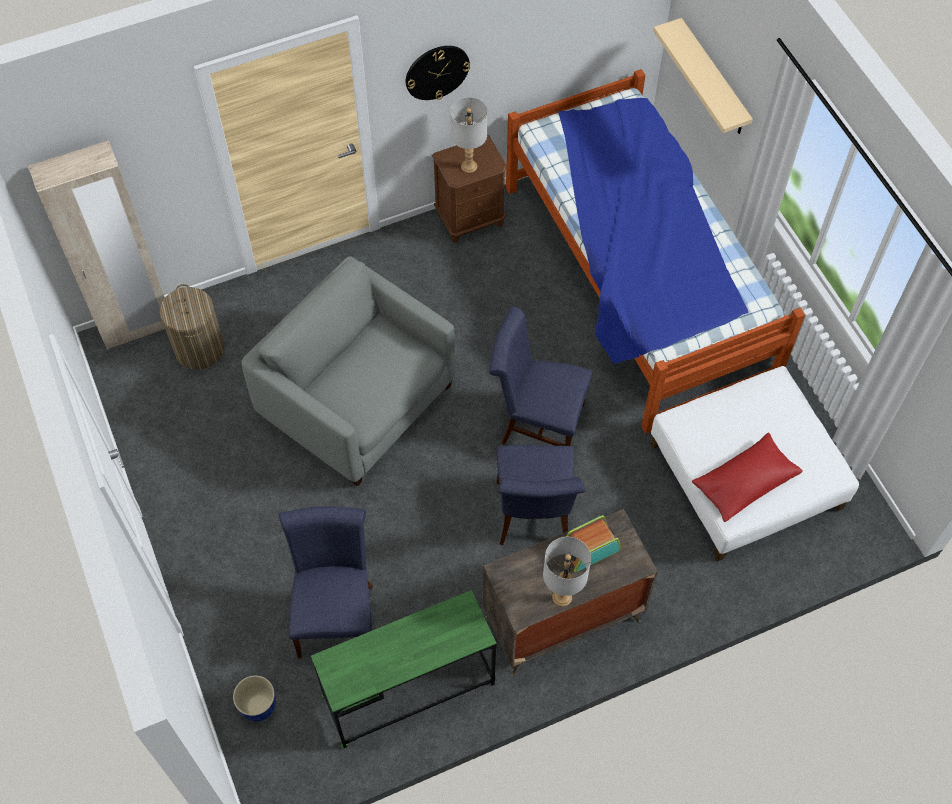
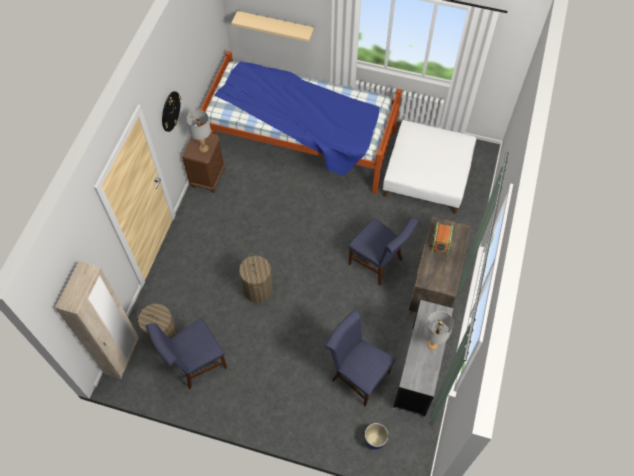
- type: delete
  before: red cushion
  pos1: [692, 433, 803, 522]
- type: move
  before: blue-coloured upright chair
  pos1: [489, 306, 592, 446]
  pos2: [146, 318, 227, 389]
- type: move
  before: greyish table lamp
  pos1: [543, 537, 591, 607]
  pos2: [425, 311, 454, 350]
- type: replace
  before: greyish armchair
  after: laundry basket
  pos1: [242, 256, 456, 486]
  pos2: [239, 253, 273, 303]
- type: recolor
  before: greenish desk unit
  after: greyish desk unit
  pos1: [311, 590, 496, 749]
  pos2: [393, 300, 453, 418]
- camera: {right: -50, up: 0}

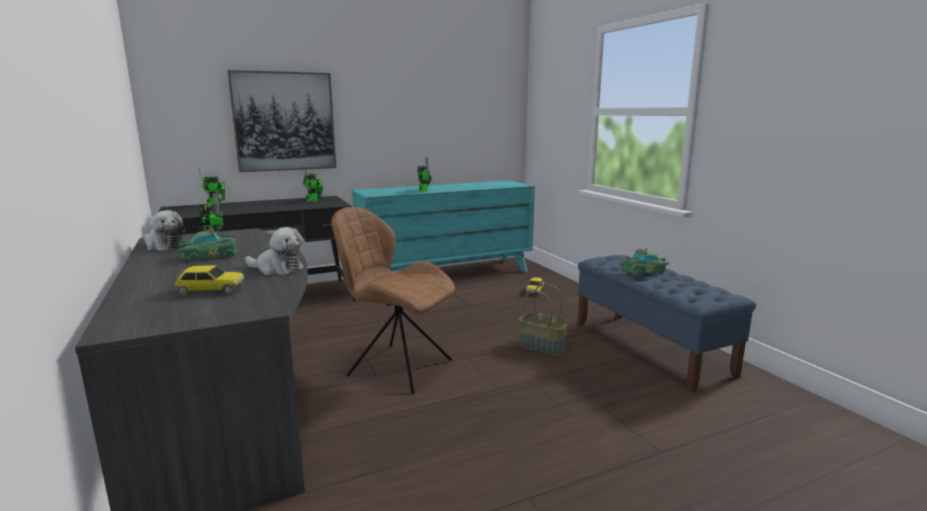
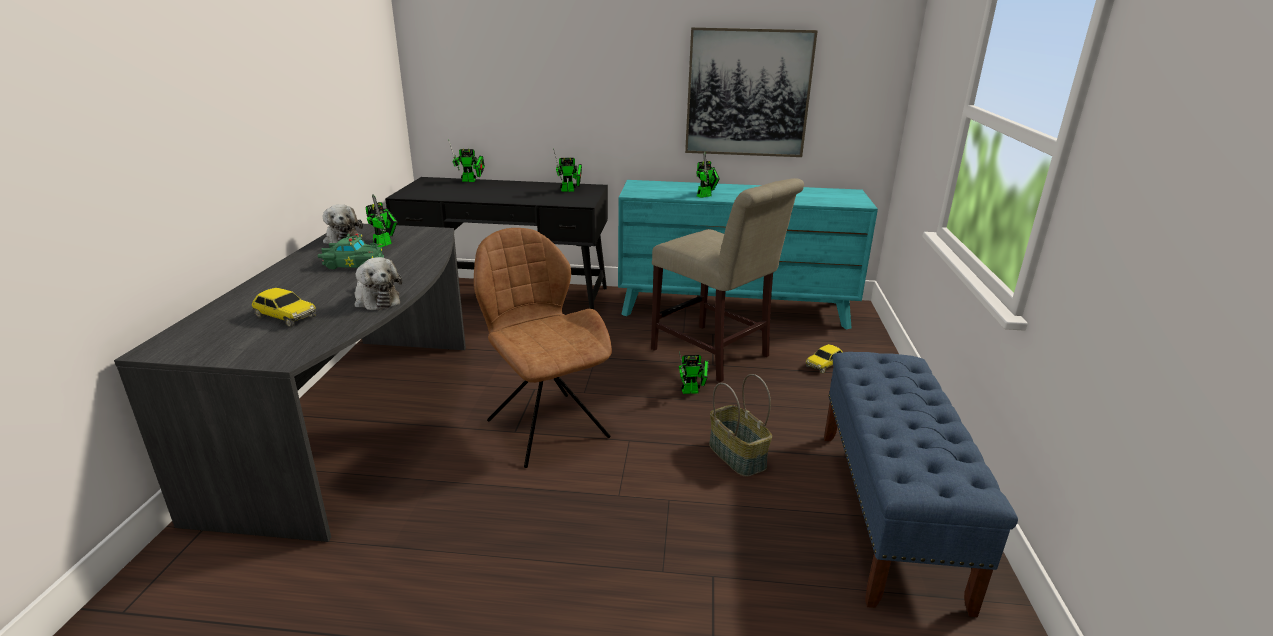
- type: delete
  before: greenish toy car
  pos1: [621, 248, 669, 276]
- type: insert
  after: sand-coloured upright chair
  pos2: [651, 178, 804, 382]
- type: insert
  after: model robot
  pos2: [679, 351, 709, 394]
- type: move
  before: wall art
  pos1: [227, 70, 336, 172]
  pos2: [685, 27, 818, 157]
- camera: {right: 30, up: 10}

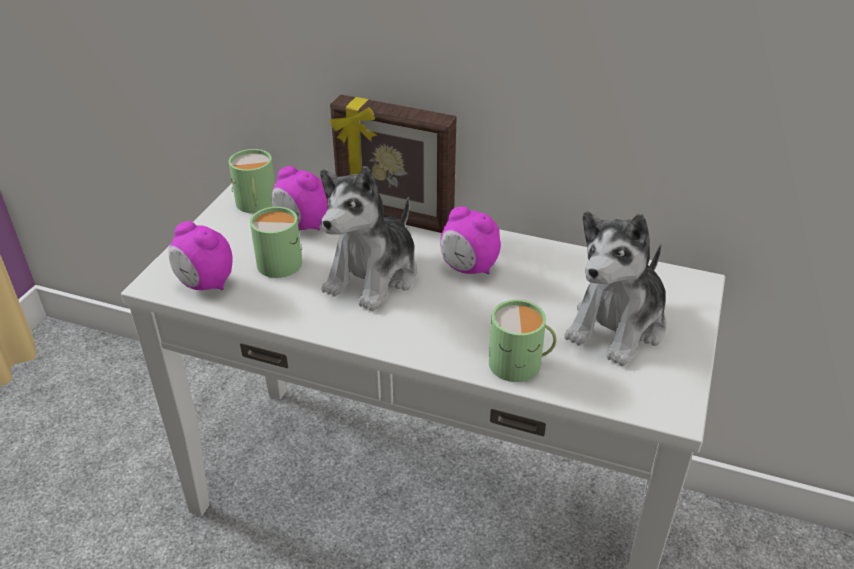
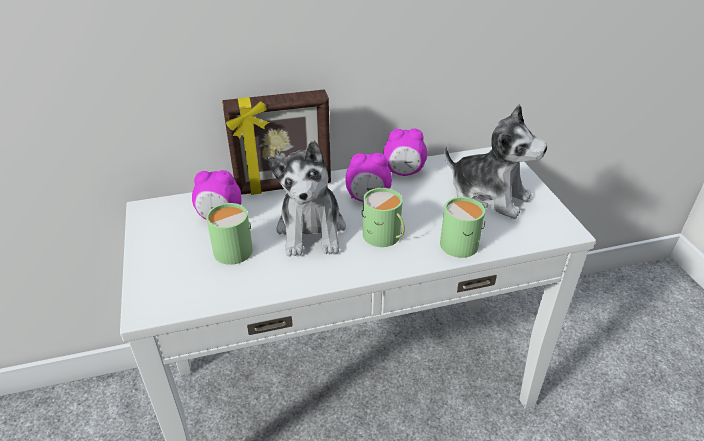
- type: move
  before: table clock
  pos1: [169, 221, 233, 290]
  pos2: [383, 128, 427, 176]
- type: move
  before: greenish tea mug
  pos1: [229, 149, 275, 213]
  pos2: [362, 188, 405, 247]
- type: rotate
  before: cuddly toy
  pos1: [564, 211, 667, 366]
  pos2: [444, 104, 547, 219]
  turn: -60
- camera: {right: -35, up: 0}

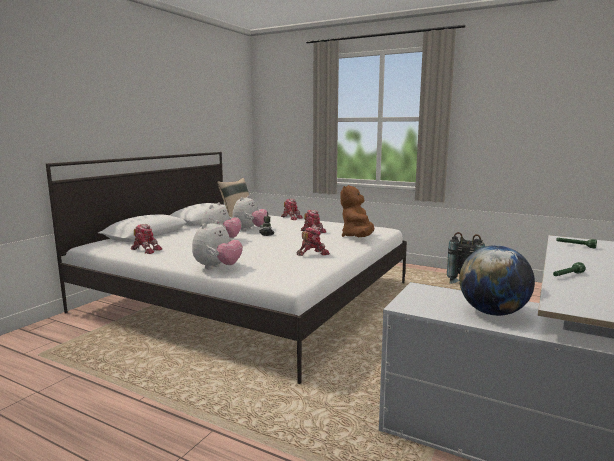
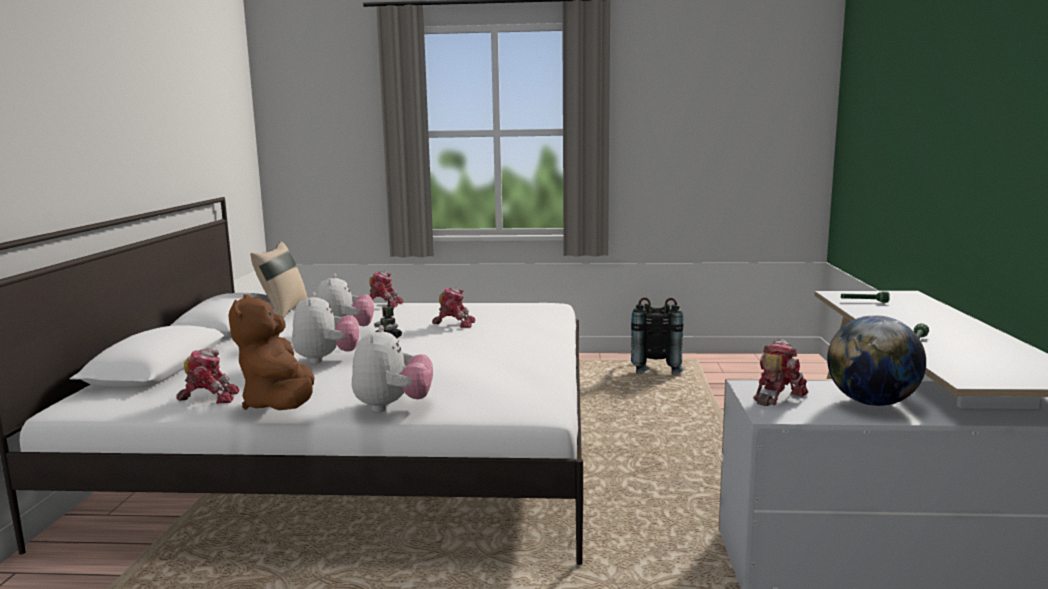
- type: move
  before: model robot
  pos1: [297, 226, 330, 256]
  pos2: [754, 339, 808, 406]
- type: move
  before: brown-coloured cuddly toy
  pos1: [340, 185, 375, 237]
  pos2: [228, 294, 315, 410]
- camera: {right: -25, up: 0}

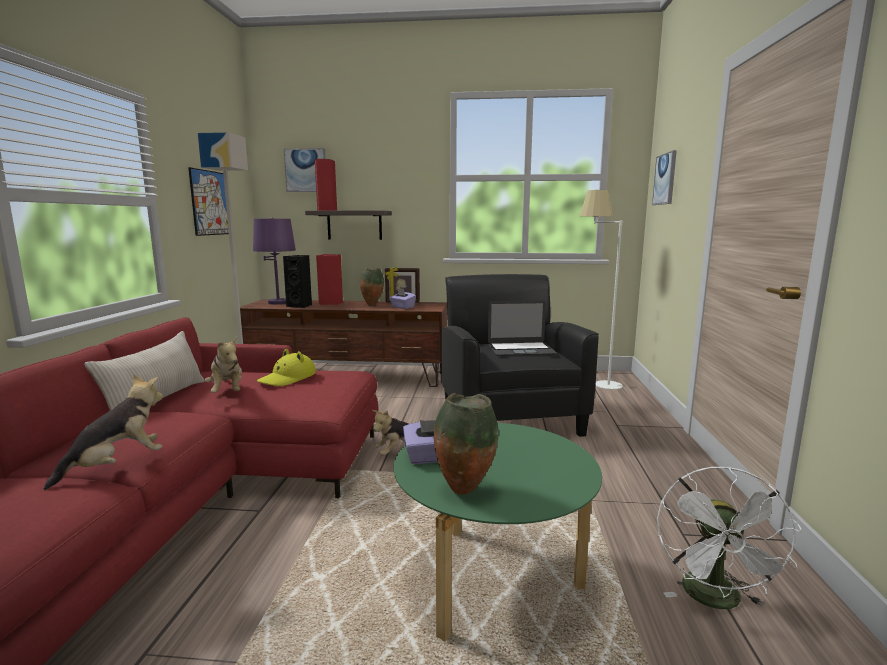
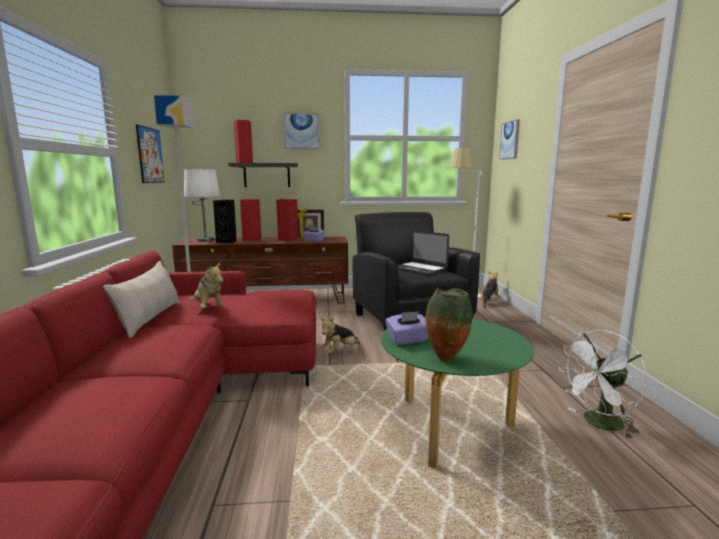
- type: delete
  before: yellowish clothing hat
  pos1: [257, 349, 316, 386]
- type: move
  before: cuddly toy
  pos1: [44, 374, 163, 490]
  pos2: [481, 271, 500, 308]
- type: move
  before: wall art
  pos1: [284, 148, 326, 192]
  pos2: [284, 113, 319, 149]
- type: replace
  before: decorative vase
  after: red audio speaker
  pos1: [360, 268, 384, 305]
  pos2: [276, 199, 298, 242]
- type: recolor
  before: purple table lamp
  after: white table lamp
  pos1: [253, 217, 296, 304]
  pos2: [184, 168, 220, 242]
- type: rotate
  before: notebook computer
  pos1: [488, 300, 557, 356]
  pos2: [398, 230, 449, 274]
  turn: 60
- type: rotate
  before: white cooling fan
  pos1: [657, 466, 802, 609]
  pos2: [558, 330, 647, 440]
  turn: 60
- camera: {right: -10, up: 0}

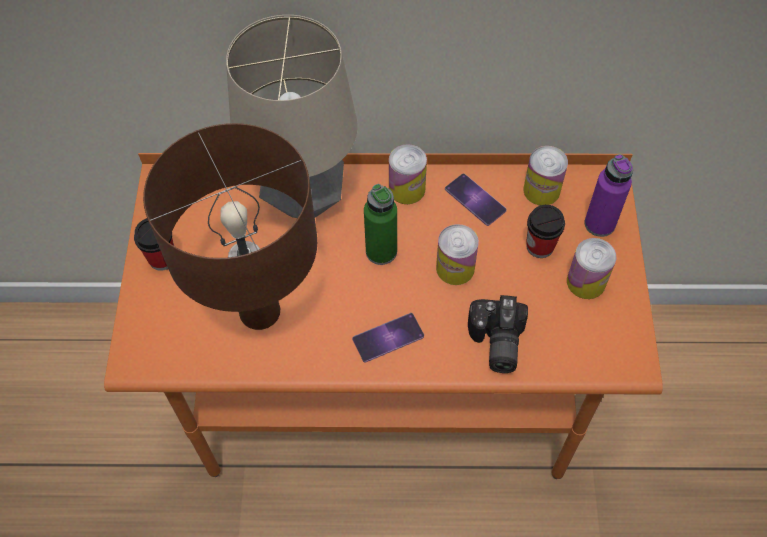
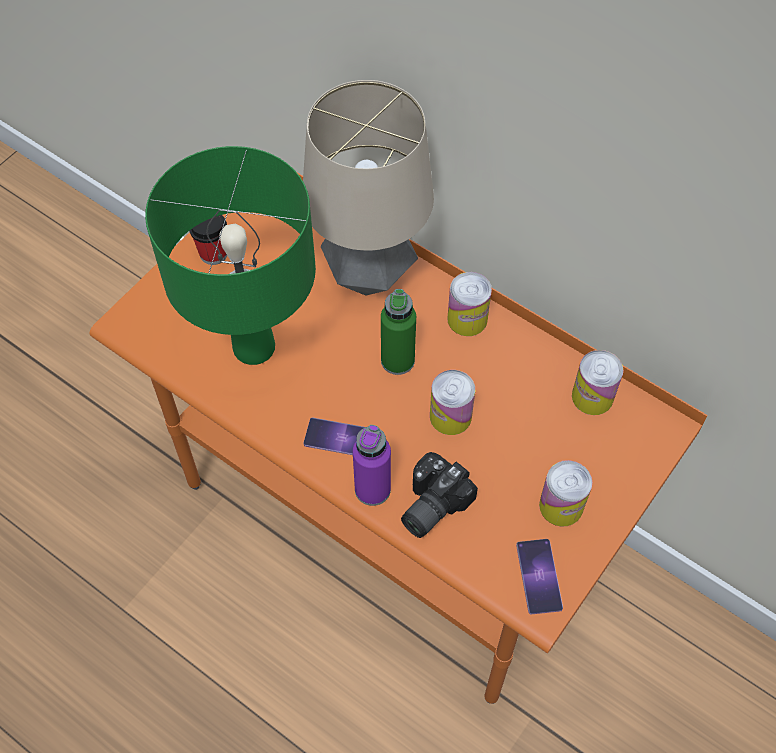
- type: delete
  before: small cup
  pos1: [526, 205, 565, 258]
- type: move
  before: phone
  pos1: [445, 174, 507, 226]
  pos2: [516, 539, 563, 615]
- type: move
  before: purple bottle
  pos1: [584, 154, 633, 237]
  pos2: [353, 425, 391, 506]
- type: recolor
  before: brown-coloured table lamp
  after: greenish table lamp
  pos1: [143, 123, 317, 330]
  pos2: [145, 146, 316, 365]
- camera: {right: 35, up: 0}

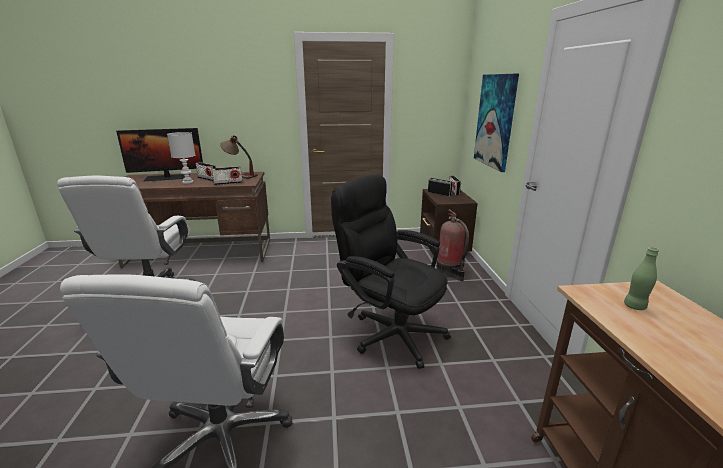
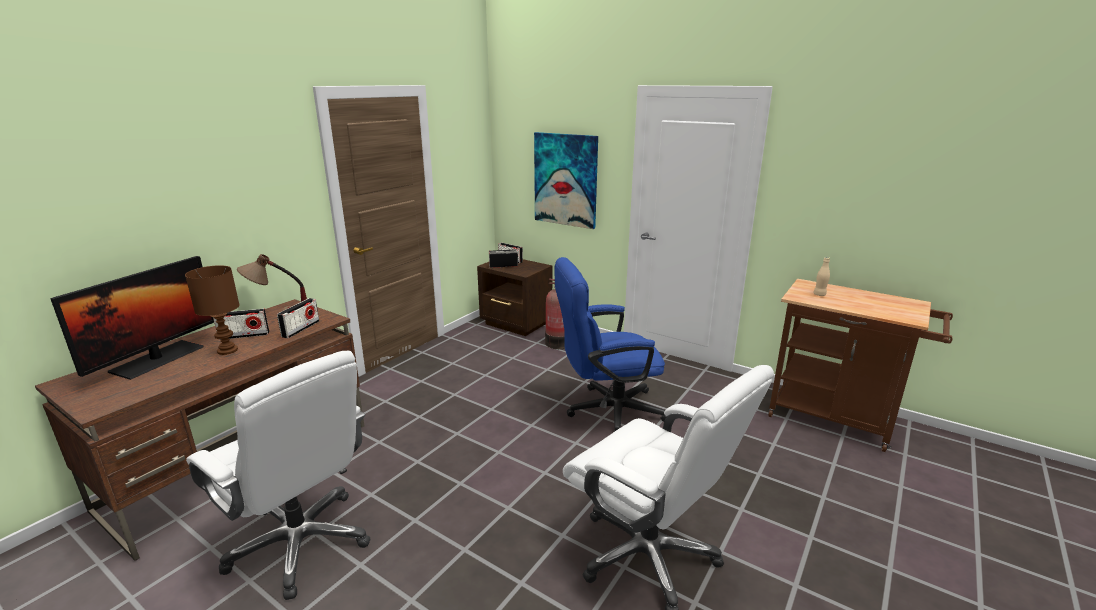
- type: recolor
  before: white table lamp
  after: brown-coloured table lamp
  pos1: [167, 132, 195, 184]
  pos2: [185, 265, 240, 355]
- type: recolor
  before: blackish office chair
  after: blue-coloured office chair
  pos1: [331, 174, 451, 369]
  pos2: [554, 257, 667, 432]
- type: recolor
  before: greenish bottle
  after: sand-coloured bottle
  pos1: [624, 247, 659, 310]
  pos2: [813, 257, 830, 296]
- camera: {right: -50, up: 0}

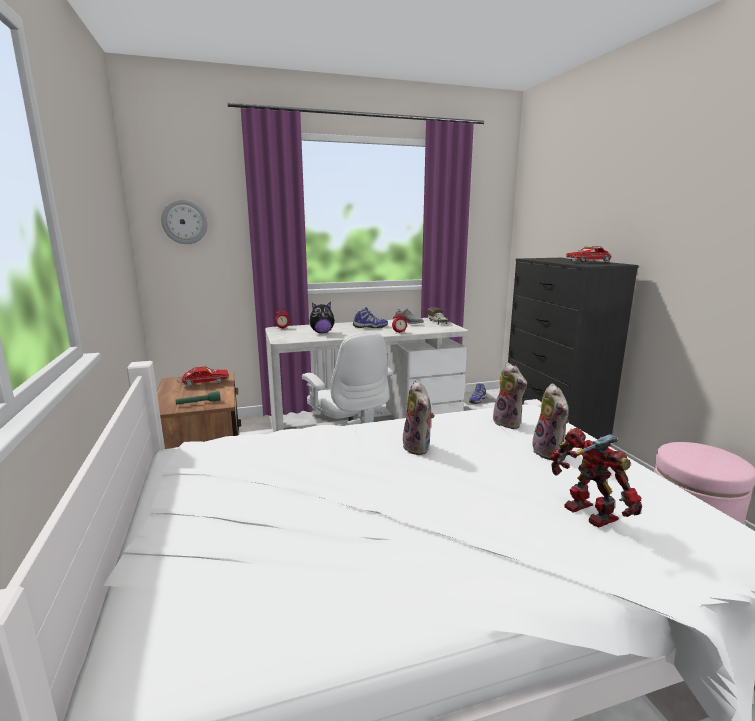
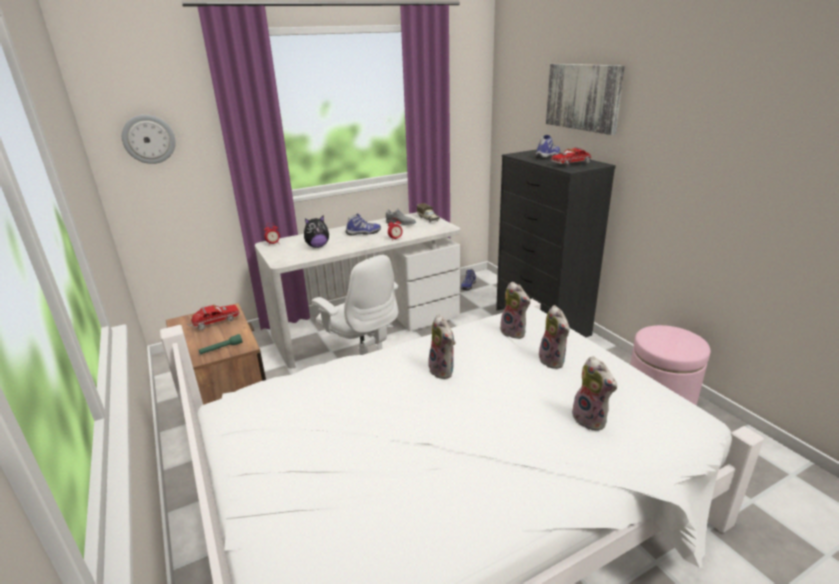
- type: insert
  after: item of footwear
  pos2: [536, 135, 560, 159]
- type: insert
  after: wall art
  pos2: [546, 64, 625, 135]
- type: replace
  before: model robot
  after: cuddly toy
  pos1: [551, 427, 642, 527]
  pos2: [572, 356, 617, 431]
- camera: {right: -10, up: 10}

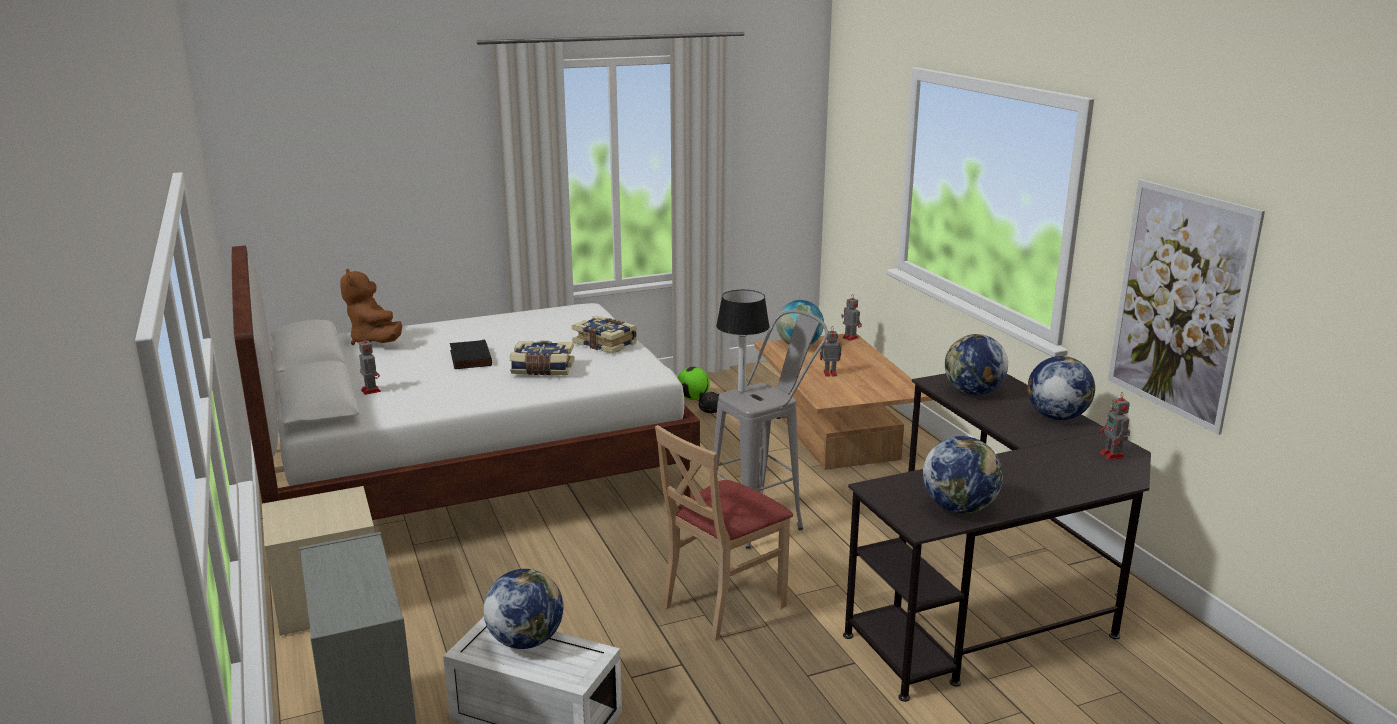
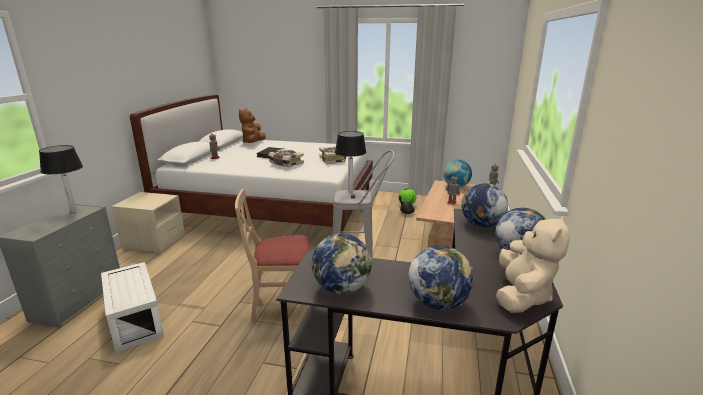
- type: delete
  before: wall art
  pos1: [1108, 179, 1265, 435]
- type: insert
  after: table lamp
  pos2: [39, 145, 83, 213]
- type: move
  before: world globe
  pos1: [483, 569, 564, 649]
  pos2: [408, 245, 474, 310]
- type: replace
  before: model robot
  after: sand-coloured cuddly toy
  pos1: [1100, 392, 1130, 460]
  pos2: [496, 215, 570, 313]
- camera: {right: 35, up: 0}

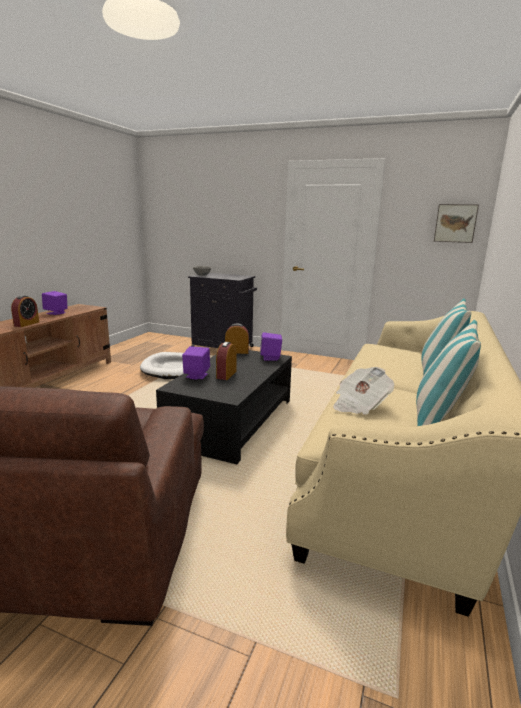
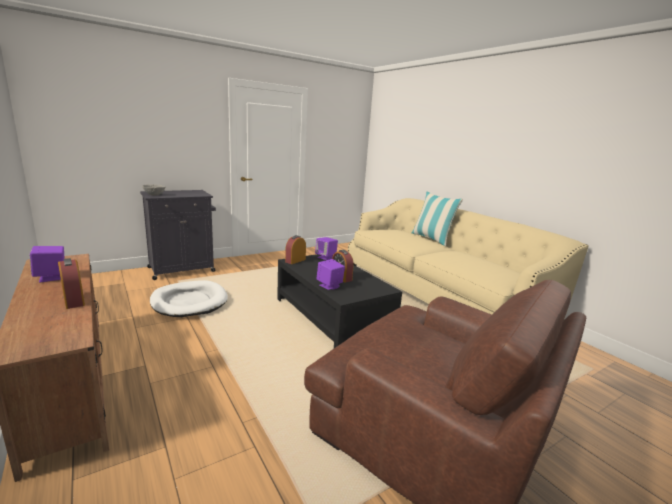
- type: delete
  before: newspaper
  pos1: [333, 367, 394, 415]
- type: delete
  before: cushion
  pos1: [416, 320, 481, 426]
- type: delete
  before: wall art
  pos1: [434, 204, 479, 243]
- camera: {right: -55, up: 0}

